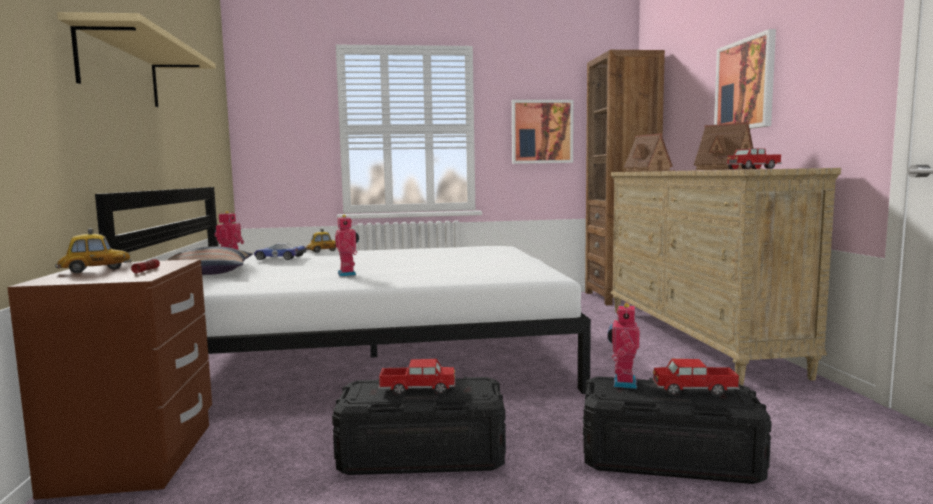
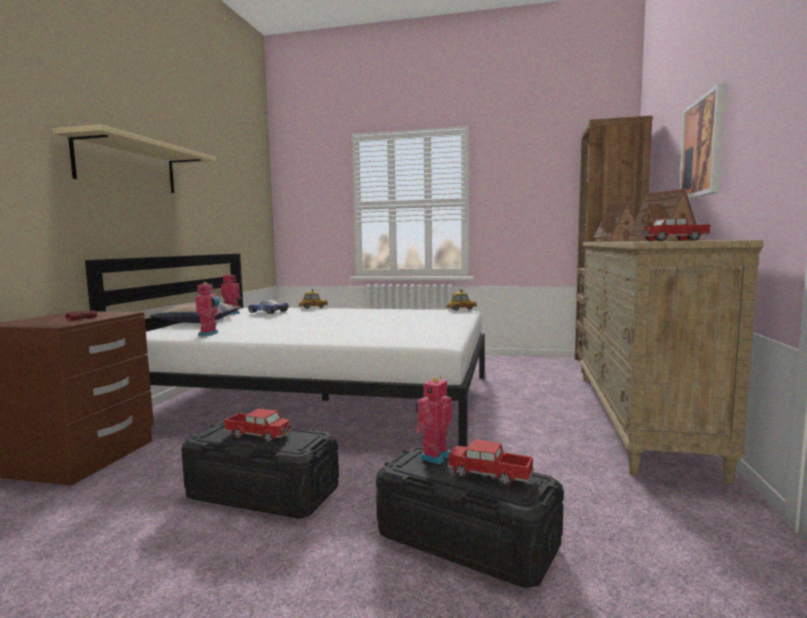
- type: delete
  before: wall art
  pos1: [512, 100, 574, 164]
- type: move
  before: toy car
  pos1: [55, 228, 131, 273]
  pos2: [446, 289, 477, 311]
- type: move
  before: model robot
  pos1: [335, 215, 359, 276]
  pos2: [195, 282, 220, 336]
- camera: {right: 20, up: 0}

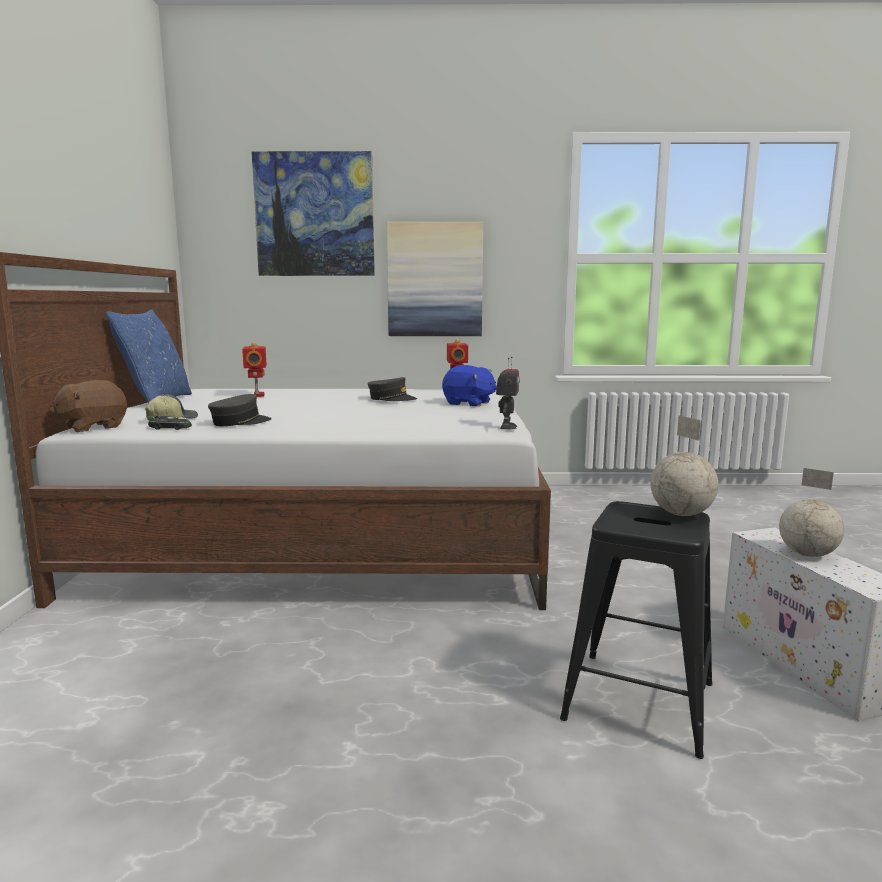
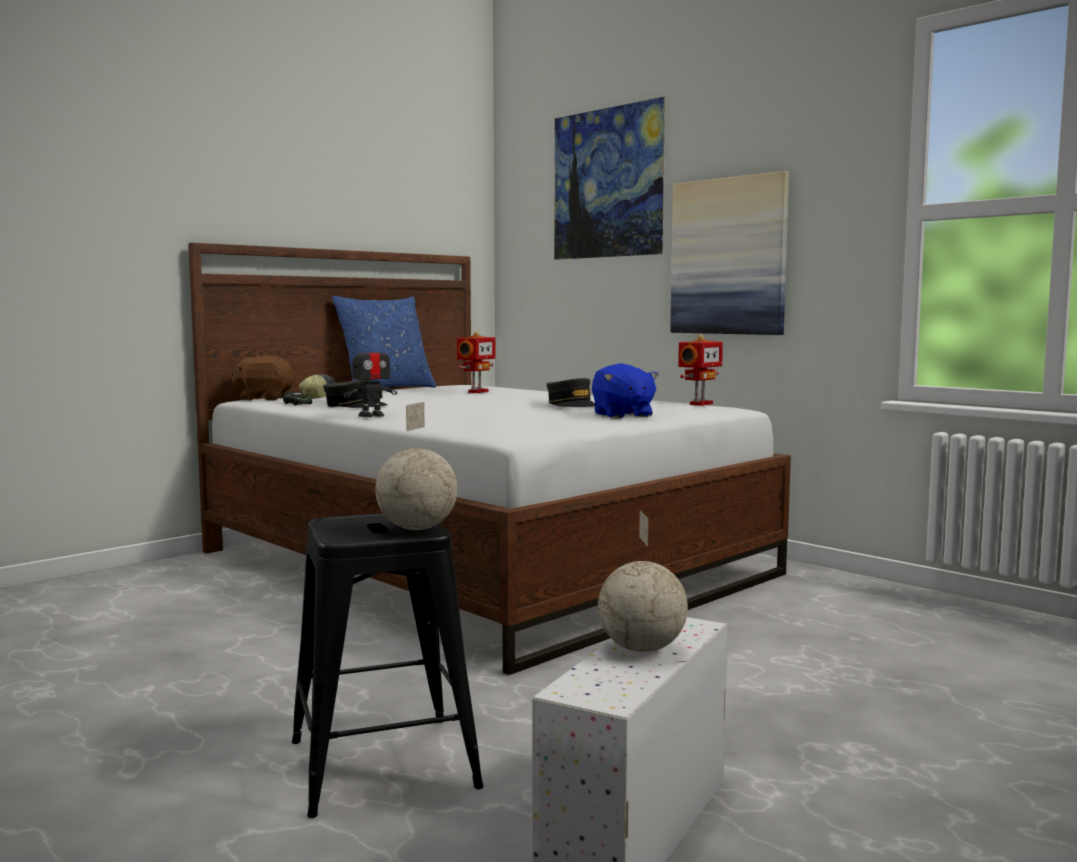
- type: move
  before: model robot
  pos1: [496, 357, 520, 429]
  pos2: [344, 338, 397, 417]
- camera: {right: 45, up: -5}

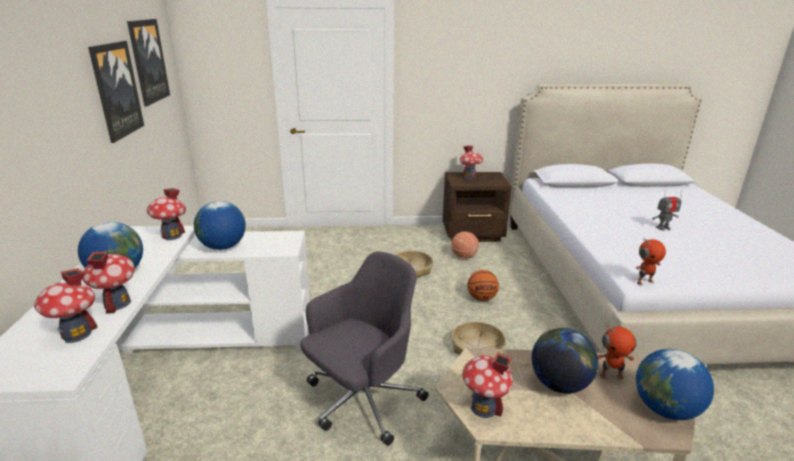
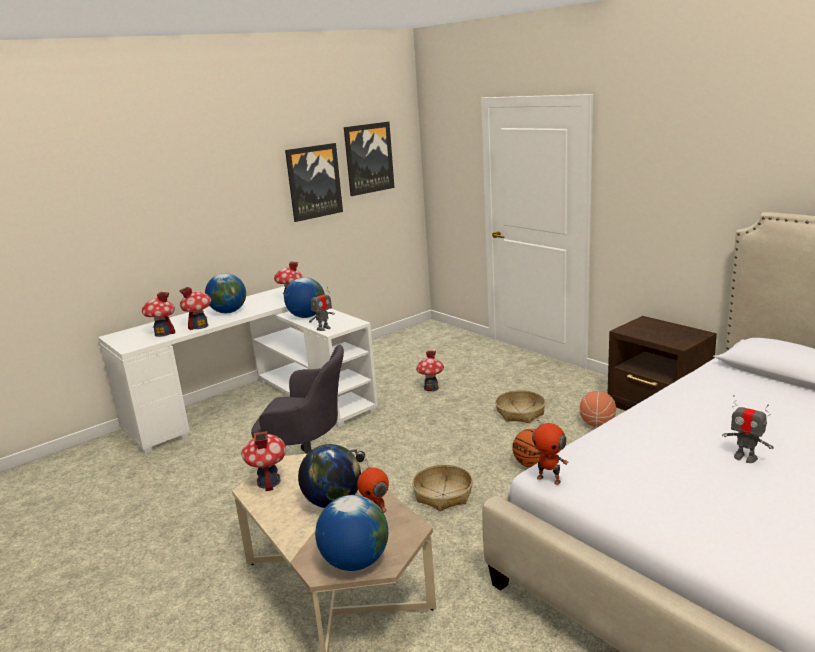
- type: insert
  after: model robot
  pos2: [309, 287, 335, 331]
- type: move
  before: miniature house
  pos1: [460, 145, 483, 180]
  pos2: [416, 350, 444, 392]
- camera: {right: 55, up: -5}

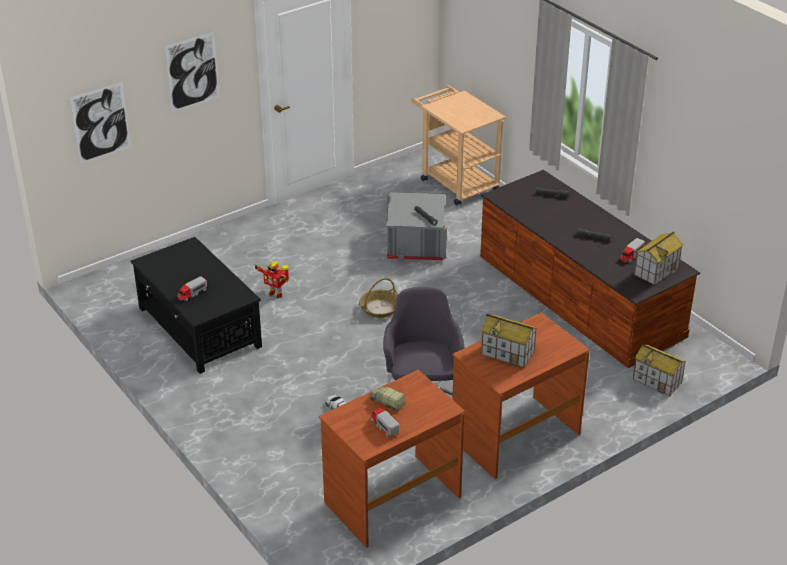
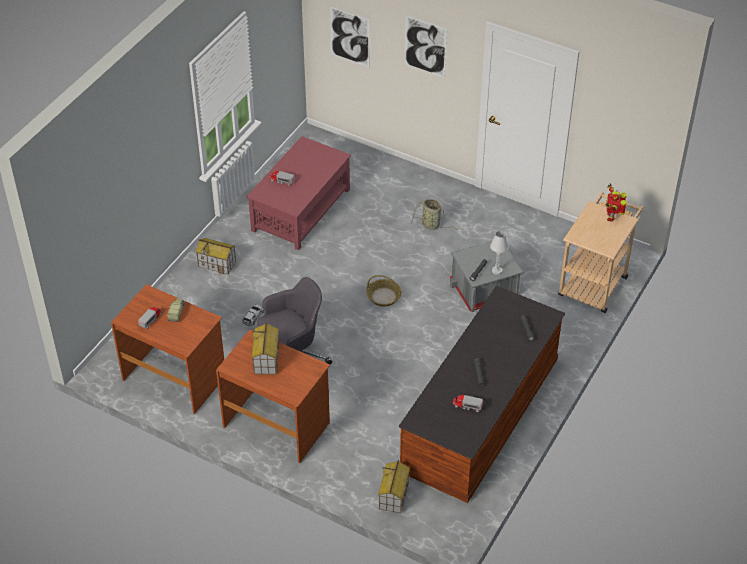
- type: insert
  after: storage basket
  pos2: [411, 199, 458, 230]
- type: insert
  after: white table lamp
  pos2: [490, 231, 509, 275]
- type: move
  before: model robot
  pos1: [255, 261, 289, 299]
  pos2: [606, 183, 627, 222]
- type: move
  before: miniature house
  pos1: [634, 232, 683, 285]
  pos2: [196, 238, 236, 275]
- type: recolor
  before: blackish coffee table
  after: red coffee table
  pos1: [131, 237, 262, 374]
  pos2: [247, 136, 351, 250]
- camera: {right: 65, up: 10}

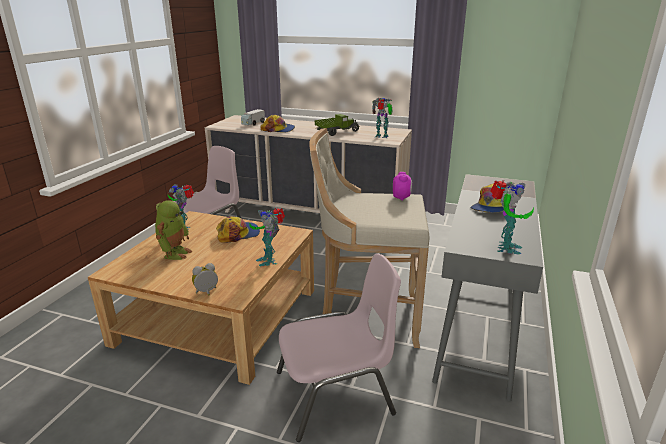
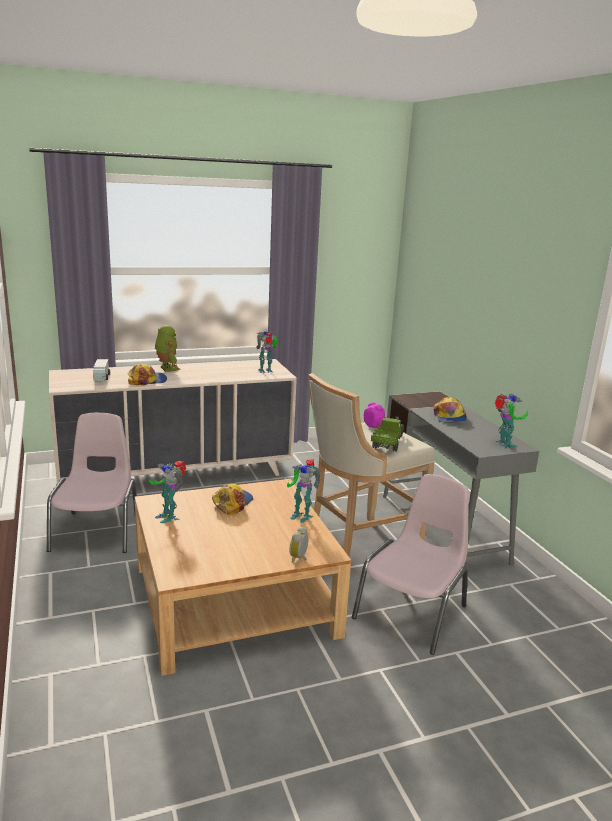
- type: move
  before: model robot
  pos1: [155, 200, 192, 260]
  pos2: [155, 325, 180, 372]
- type: move
  before: model truck
  pos1: [315, 114, 360, 136]
  pos2: [371, 418, 404, 452]
- camera: {right: -40, up: -5}

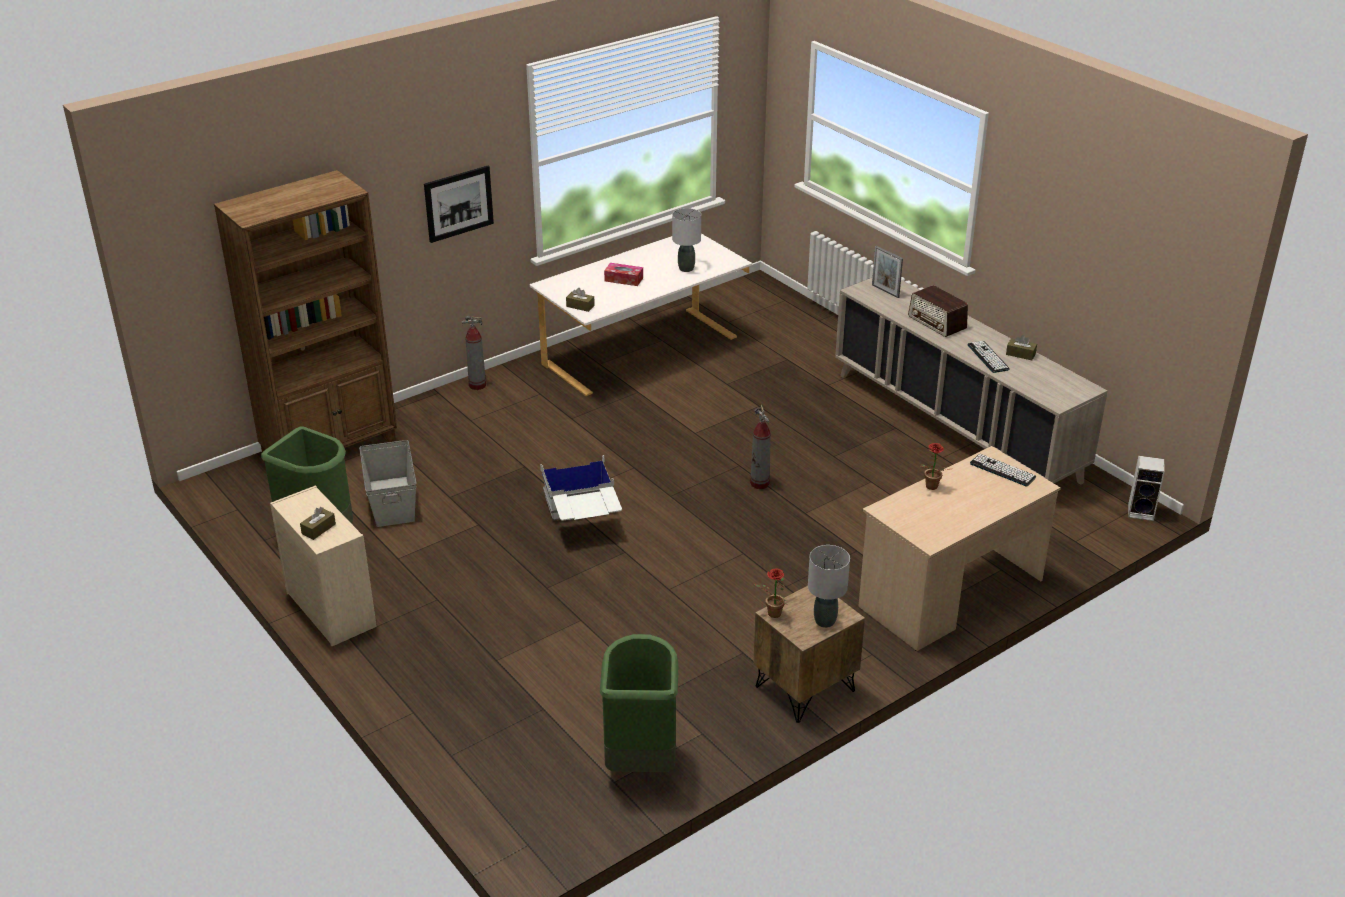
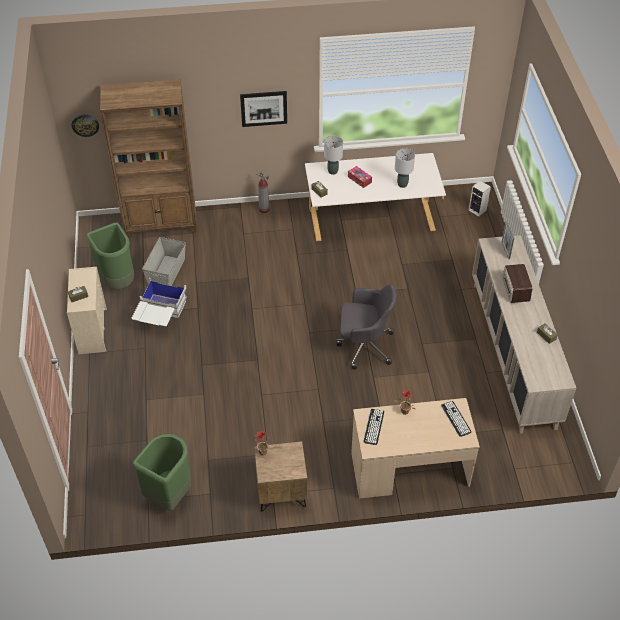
- type: insert
  after: hanging clock
  pos2: [72, 114, 99, 137]
- type: move
  before: white storage bin
  pos1: [540, 455, 622, 521]
  pos2: [131, 277, 187, 326]
- type: move
  before: greyish table lamp
  pos1: [808, 545, 850, 628]
  pos2: [324, 136, 343, 175]
- type: move
  before: keyboard
  pos1: [967, 341, 1010, 373]
  pos2: [364, 409, 384, 445]
- type: move
  before: audio speaker
  pos1: [1128, 456, 1165, 521]
  pos2: [469, 180, 491, 217]
- type: replace
  before: fire-fighting cylinder
  after: greyish office chair
  pos1: [750, 405, 771, 489]
  pos2: [336, 284, 397, 370]
- camera: {right: 30, up: 15}

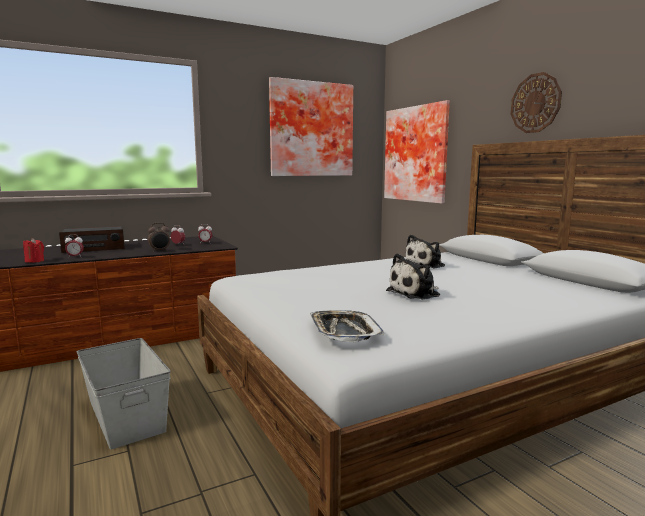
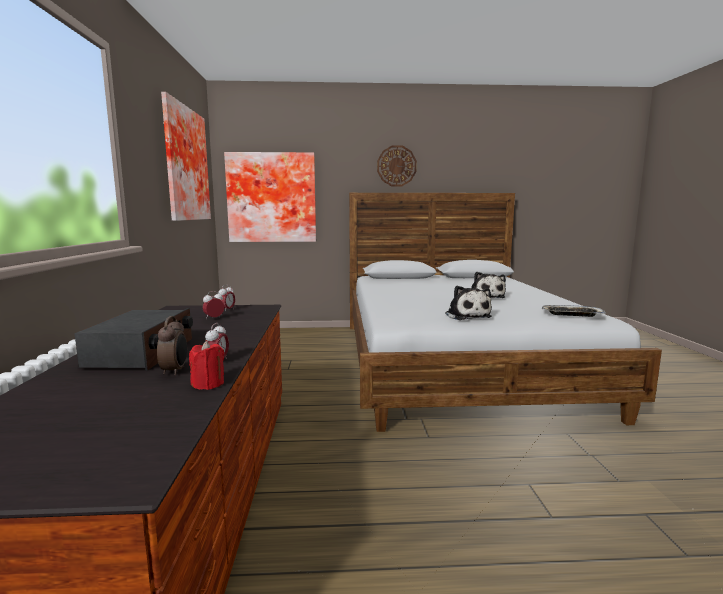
- type: delete
  before: greyish storage bin
  pos1: [77, 338, 171, 450]
- type: move
  before: table clock
  pos1: [148, 223, 170, 252]
  pos2: [157, 316, 187, 375]
- type: move
  before: cuddly toy
  pos1: [405, 235, 445, 269]
  pos2: [445, 286, 492, 320]
- camera: {right: -65, up: 0}

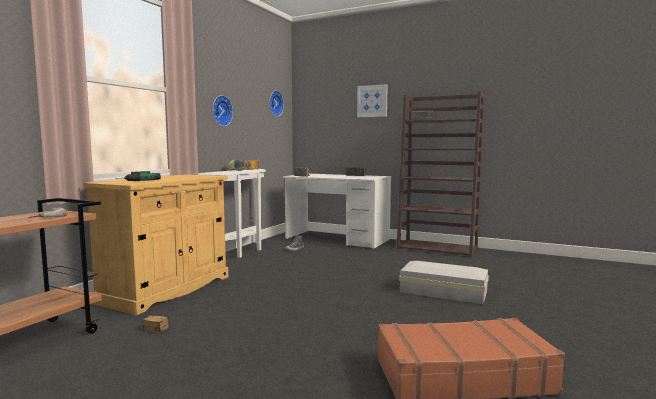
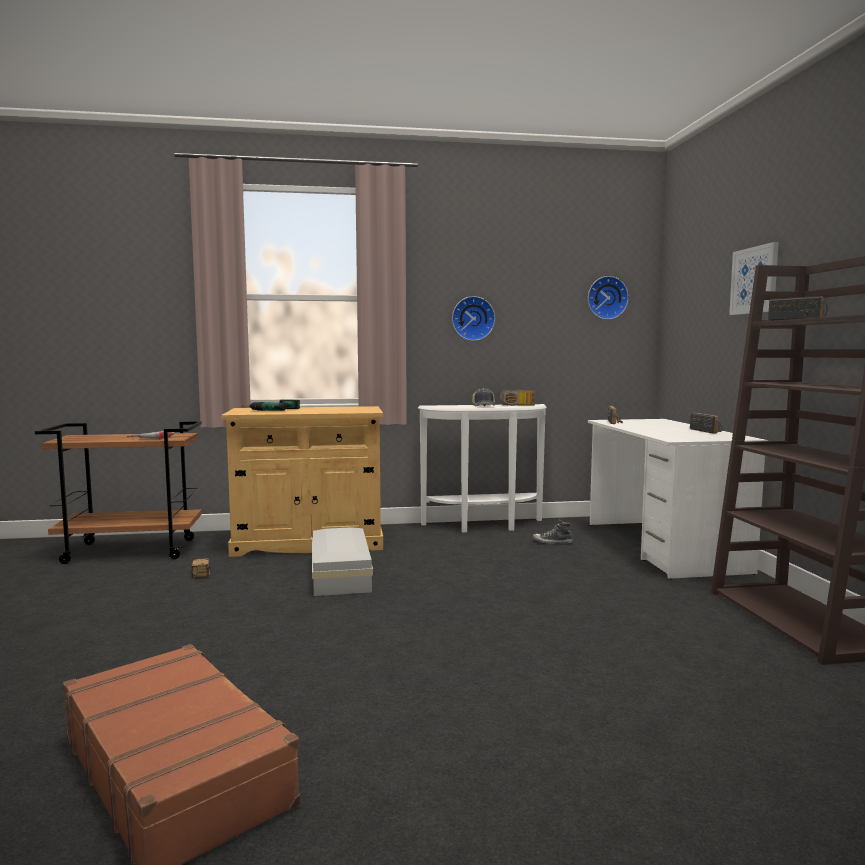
- type: move
  before: white storage bin
  pos1: [399, 261, 489, 304]
  pos2: [312, 527, 373, 596]
- camera: {right: 55, up: 0}

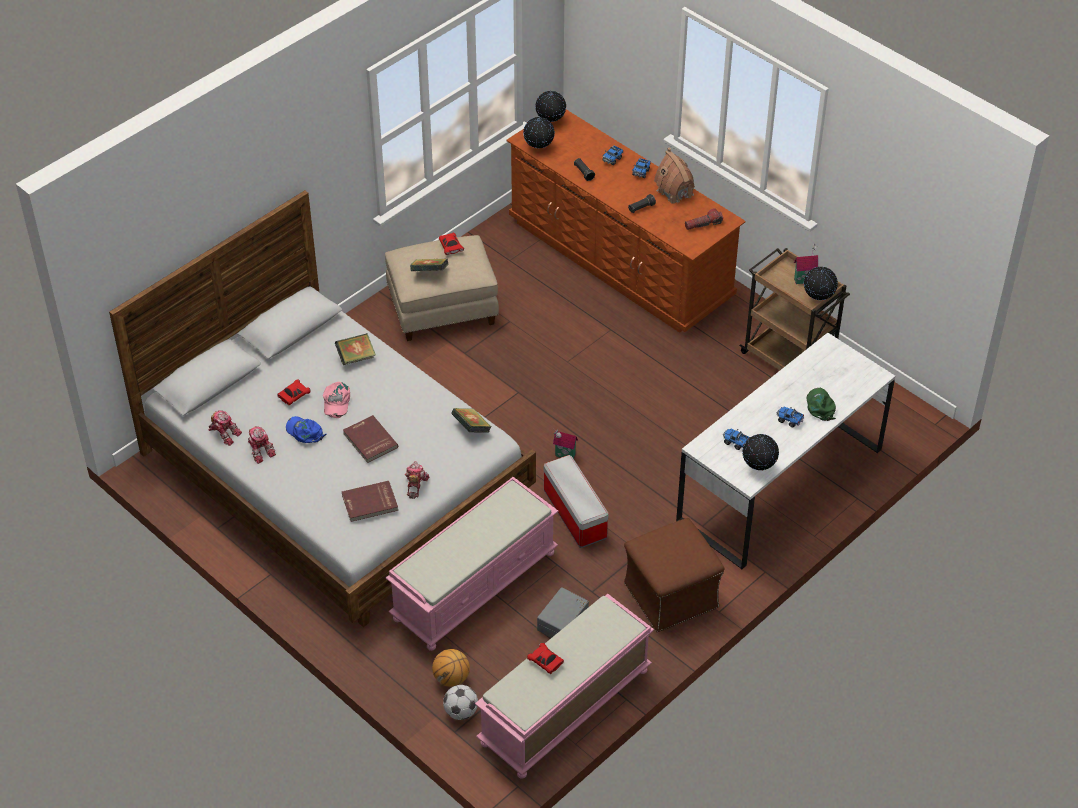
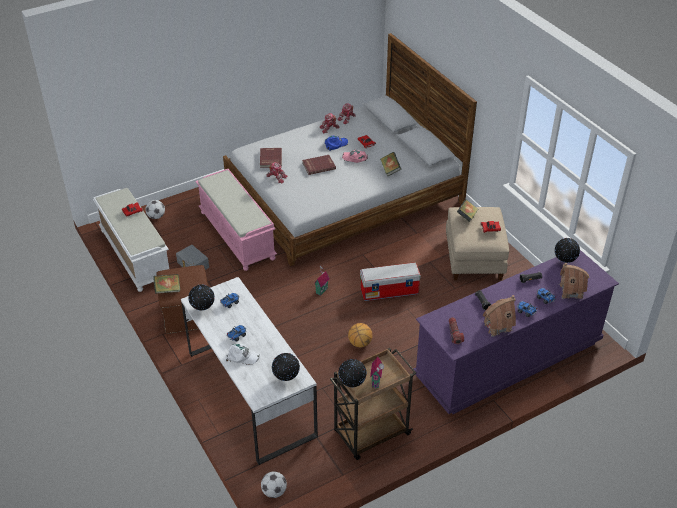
- type: insert
  after: ball for football
  pos2: [261, 471, 287, 498]
- type: insert
  after: miniature house
  pos2: [559, 263, 589, 299]
- type: move
  before: basketball
  pos1: [432, 649, 470, 687]
  pos2: [348, 323, 373, 347]
- type: move
  before: book
  pos1: [451, 408, 491, 433]
  pos2: [153, 274, 180, 294]
- type: move
  before: world globe
  pos1: [535, 91, 566, 122]
  pos2: [272, 353, 300, 381]
- type: move
  before: storage bin
  pos1: [544, 455, 609, 548]
  pos2: [360, 263, 421, 301]
- type: recolor
  before: pinkish long seat
  after: white long seat
  pos1: [475, 594, 654, 779]
  pos2: [93, 188, 169, 292]
- type: recolor
  before: brown-coloured dresser
  after: purple dresser
  pos1: [506, 109, 746, 333]
  pos2: [413, 250, 619, 414]
- type: recolor
  before: greenish cap
  after: white cap
  pos1: [807, 388, 836, 421]
  pos2: [226, 344, 260, 365]
- camera: {right: 105, up: -5}

